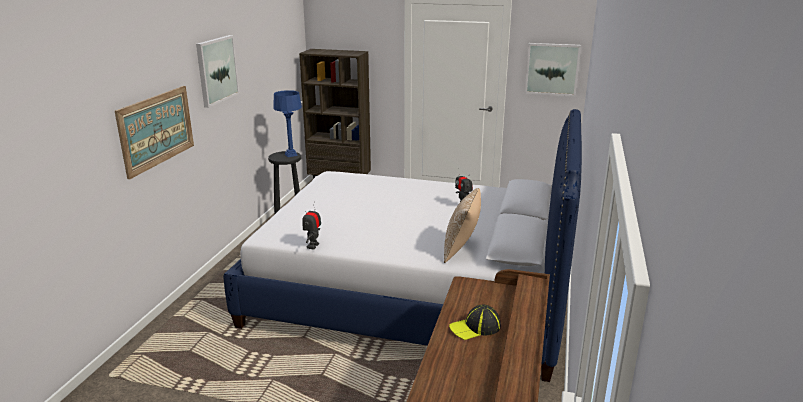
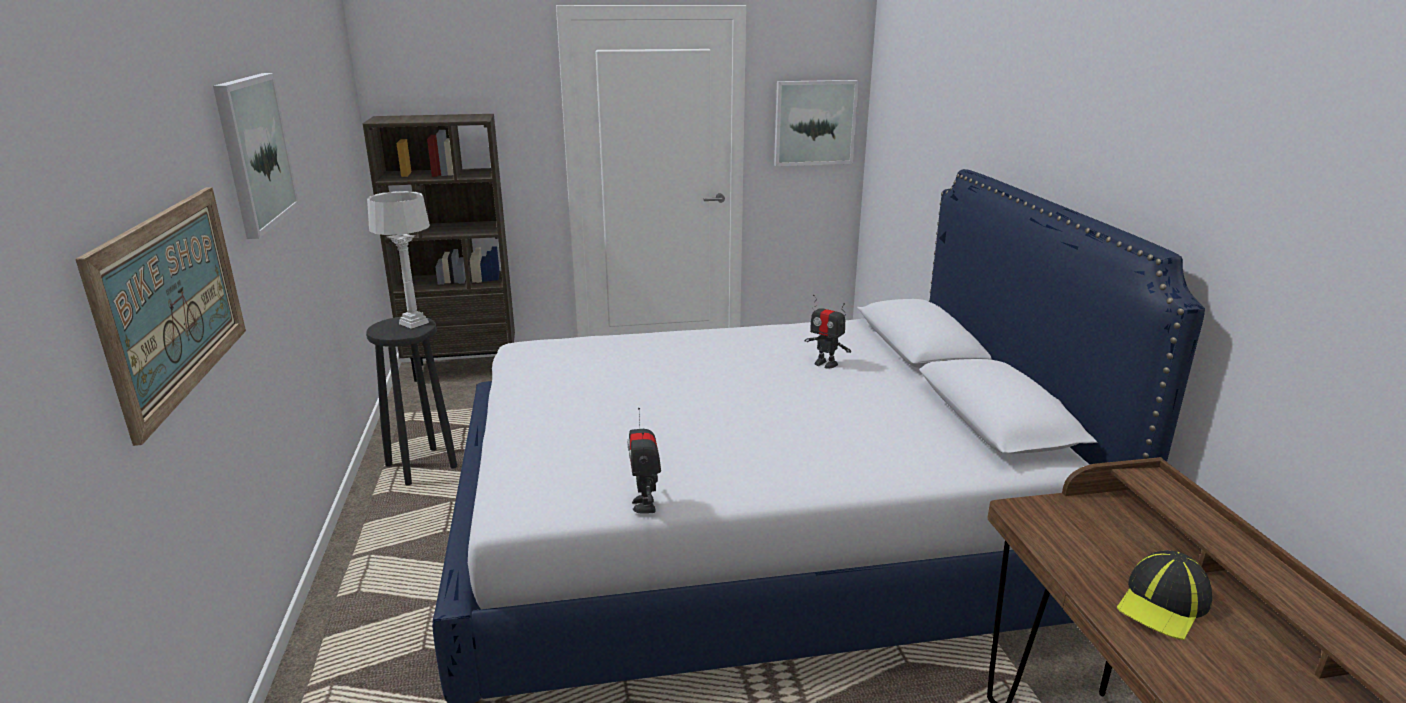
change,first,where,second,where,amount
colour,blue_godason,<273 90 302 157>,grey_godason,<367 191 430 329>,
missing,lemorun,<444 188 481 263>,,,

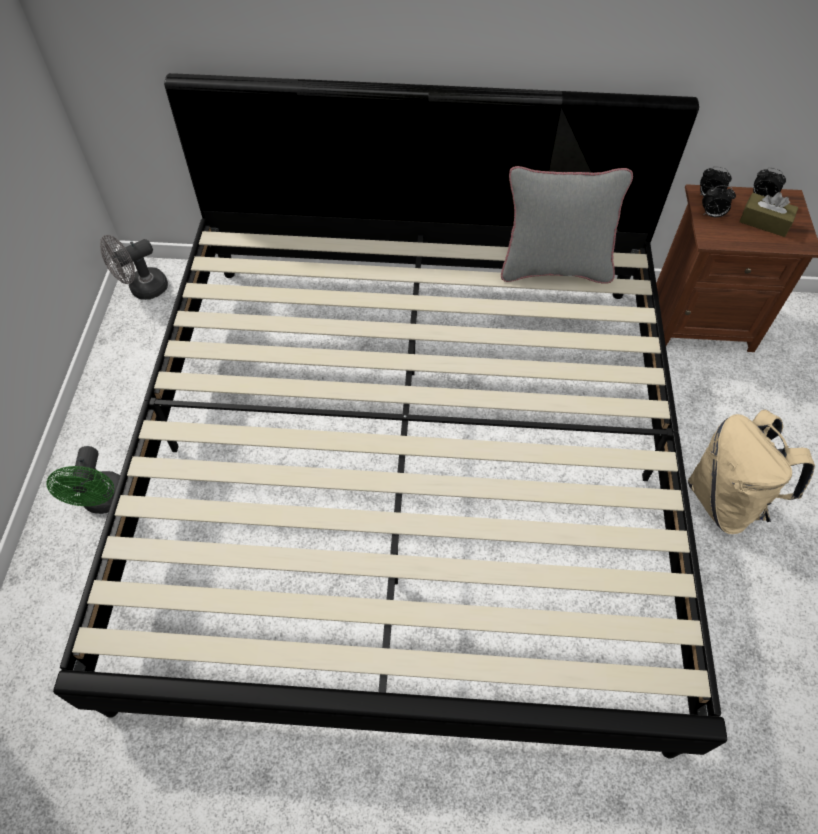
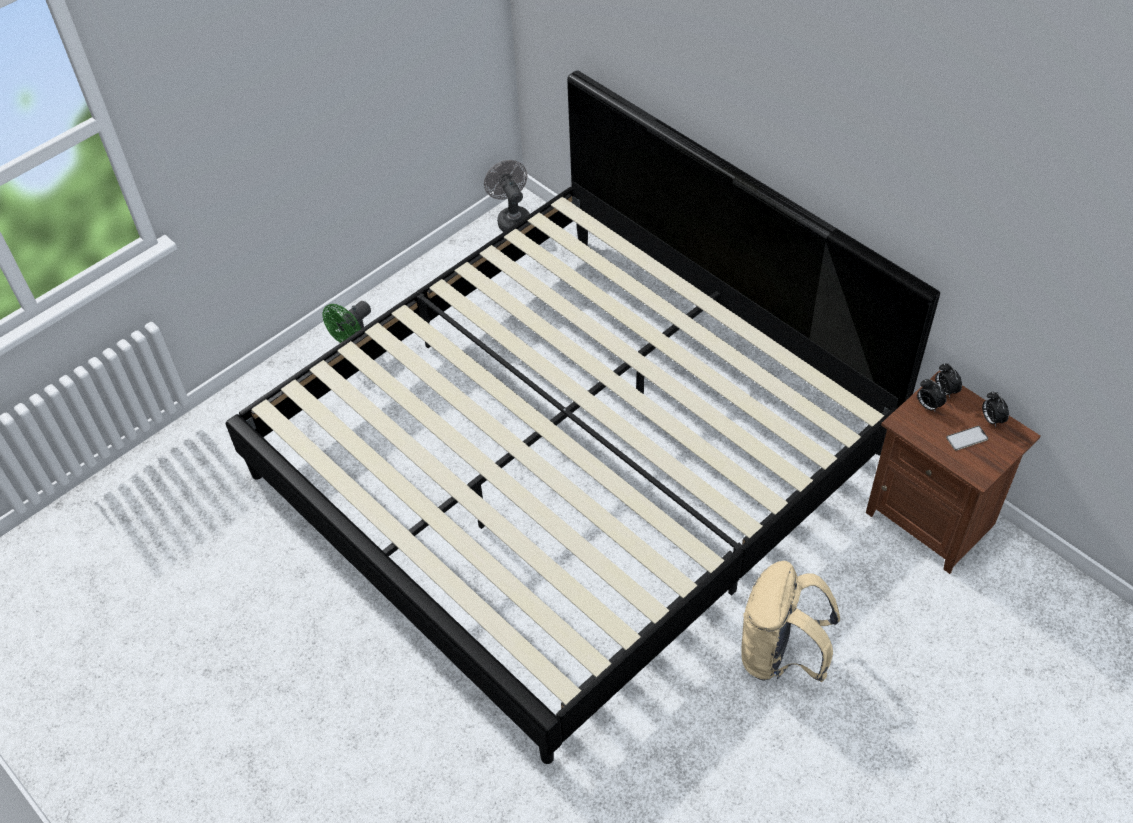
change,first,where,second,where,amount
spun,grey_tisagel,<100 235 168 300>,,<484 160 530 232>,60 degrees clockwise
exchanged,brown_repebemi,<739 192 798 237>,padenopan,<946 426 988 451>,
missing,grey_lemorun,<501 166 633 284>,,,

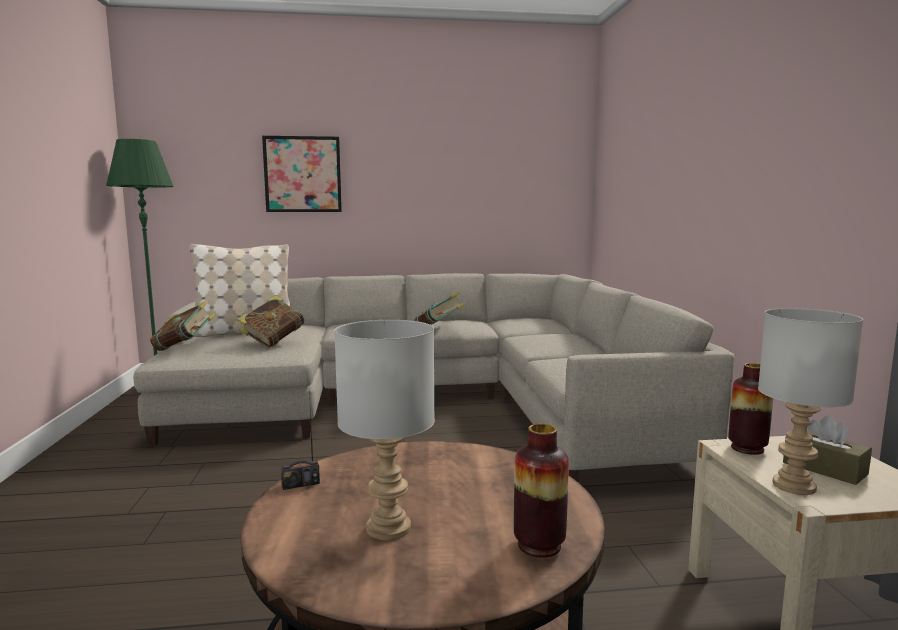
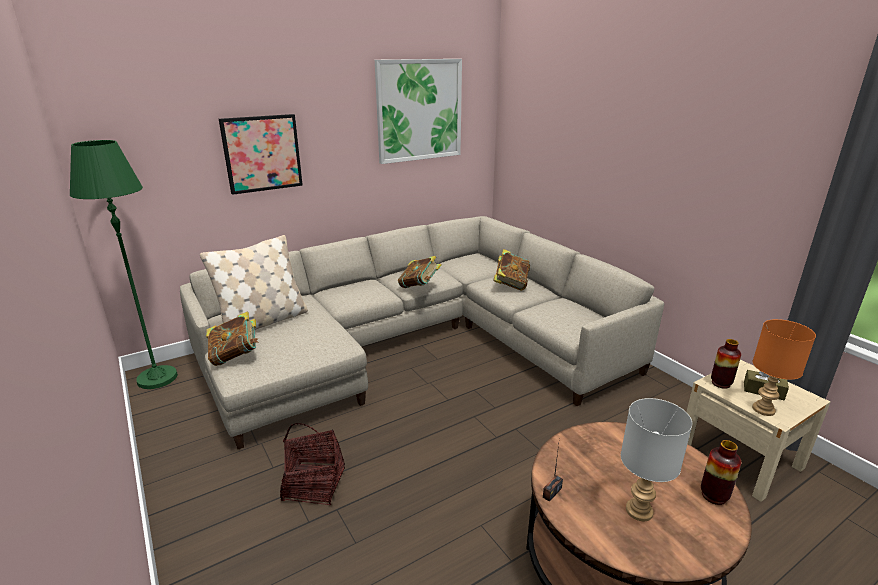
change,first,where,second,where,amount
appeared,,,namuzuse,<280 423 345 505>,
appeared,,,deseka,<375 59 462 164>,
relocated,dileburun,<237 295 304 348>,,<493 249 530 291>,
colour,grey_godason,<758 308 863 495>,orange_godason,<752 319 816 416>,

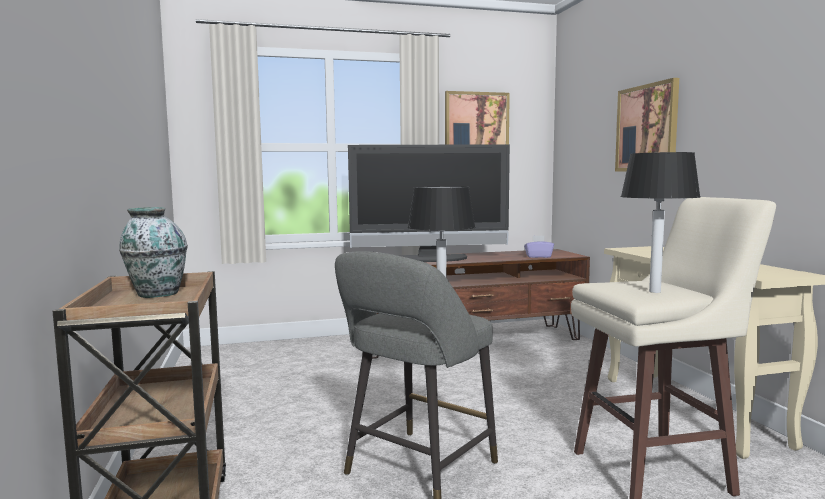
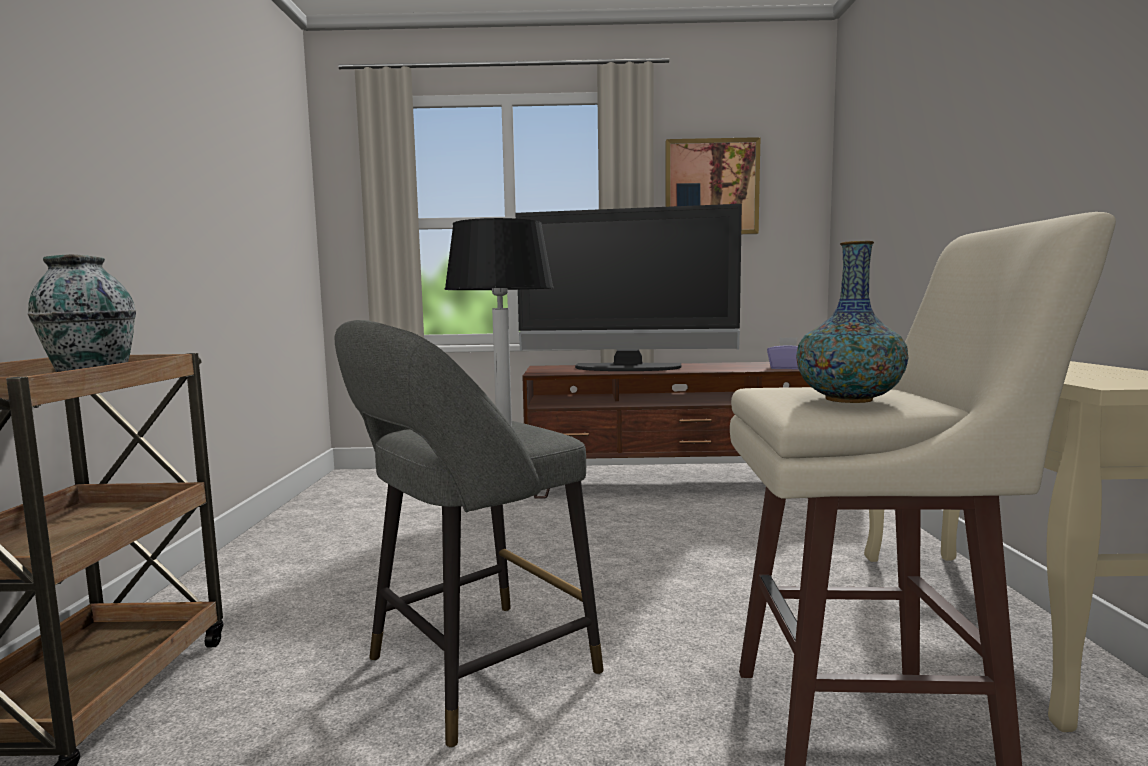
change,first,where,second,where,amount
exchanged,godason,<621 152 701 293>,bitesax,<796 241 909 403>,
missing,deseka,<615 78 679 172>,,,

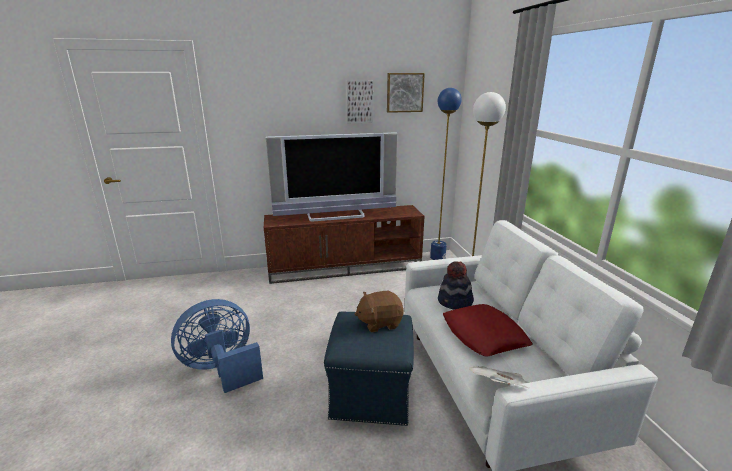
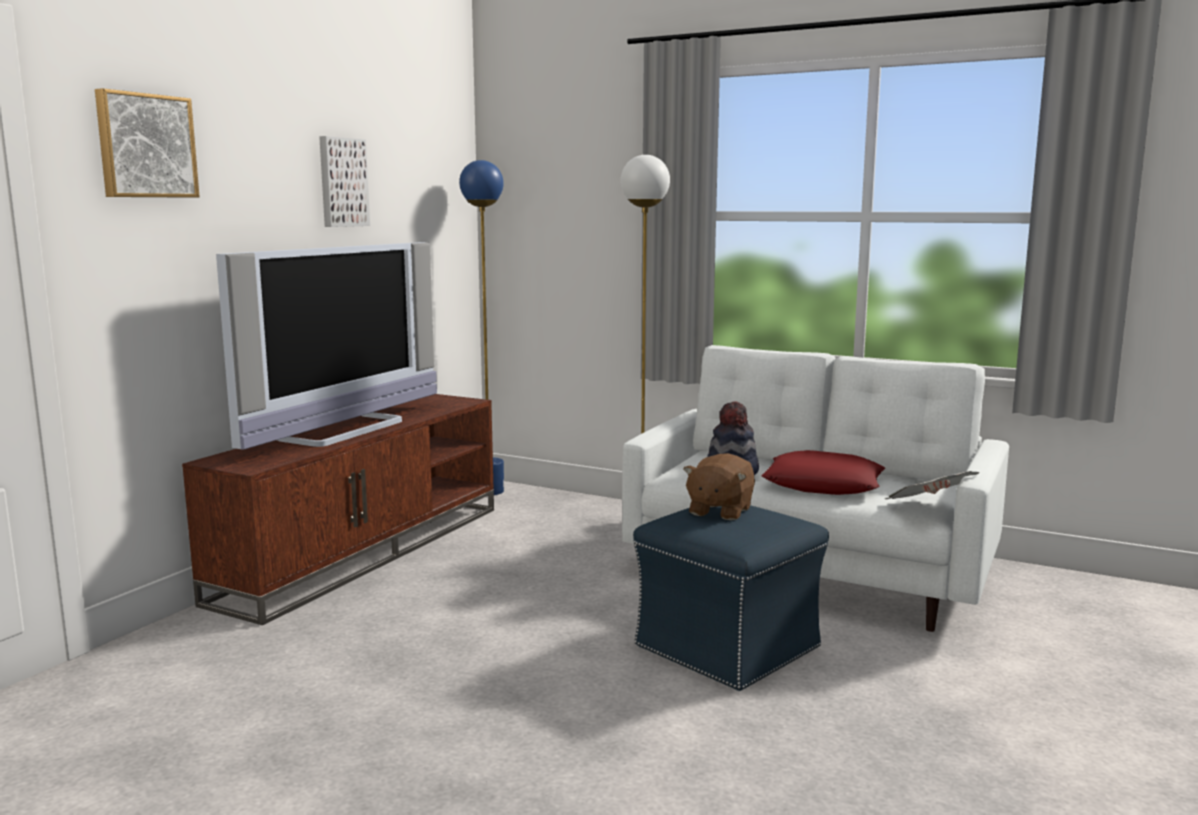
change,first,where,second,where,amount
relocated,deseka,<387 73 425 113>,,<95 88 200 198>,
missing,blue_tisagel,<171 299 263 393>,,,

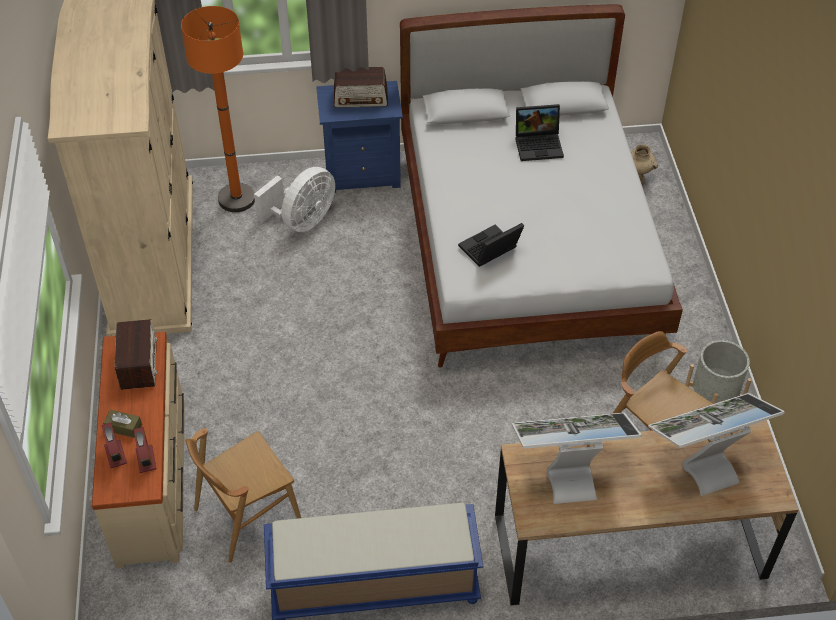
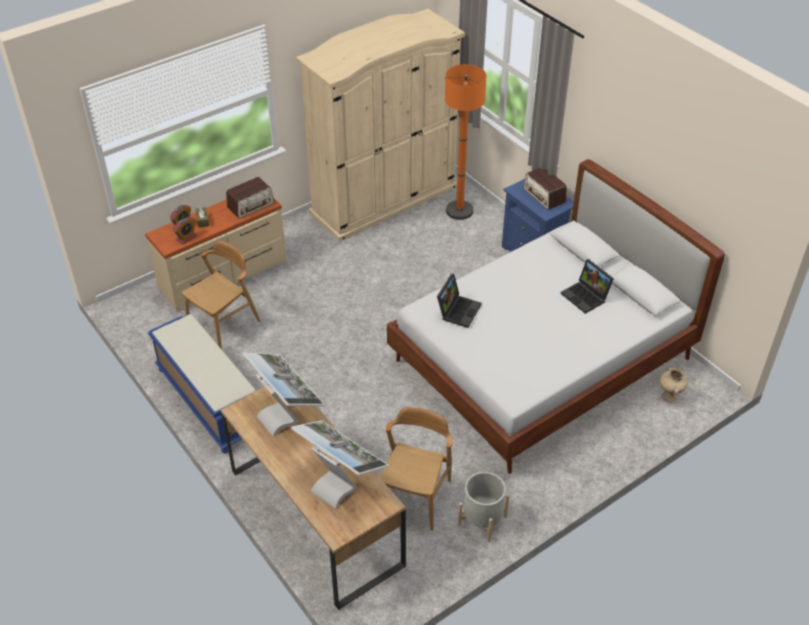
change,first,where,second,where,amount
spun,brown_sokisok,<186 428 301 563>,,<182 240 261 349>,105 degrees clockwise
spun,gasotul,<458 223 524 267>,,<437 274 482 328>,90 degrees clockwise
missing,white_tisagel,<254 167 335 232>,,,

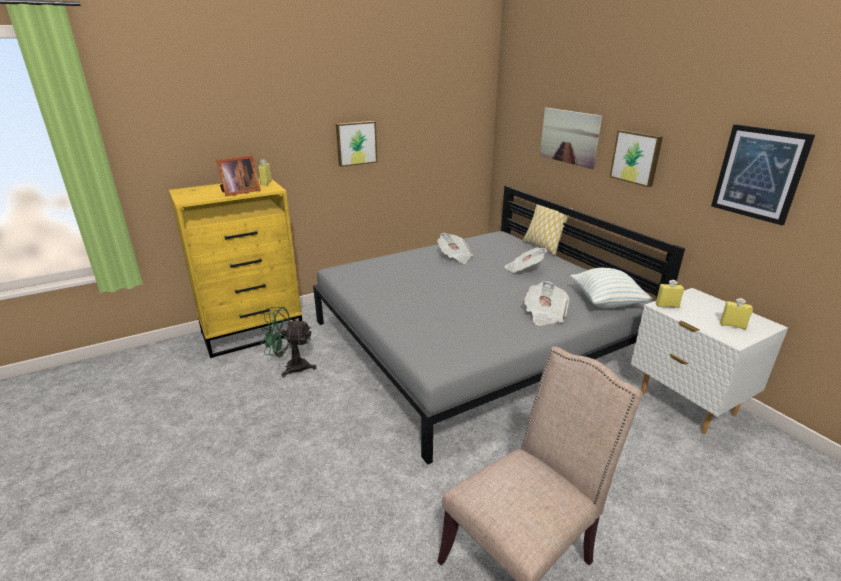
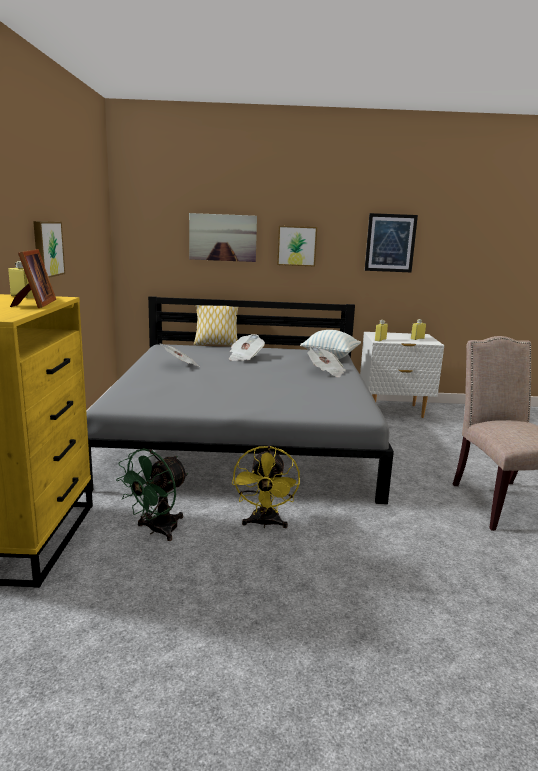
change,first,where,second,where,amount
appeared,,,yellow_tisagel,<232 446 300 528>,

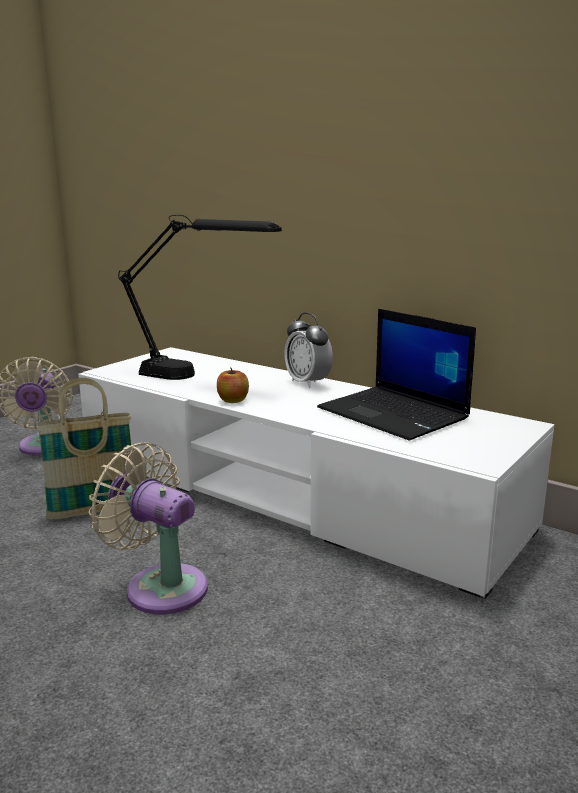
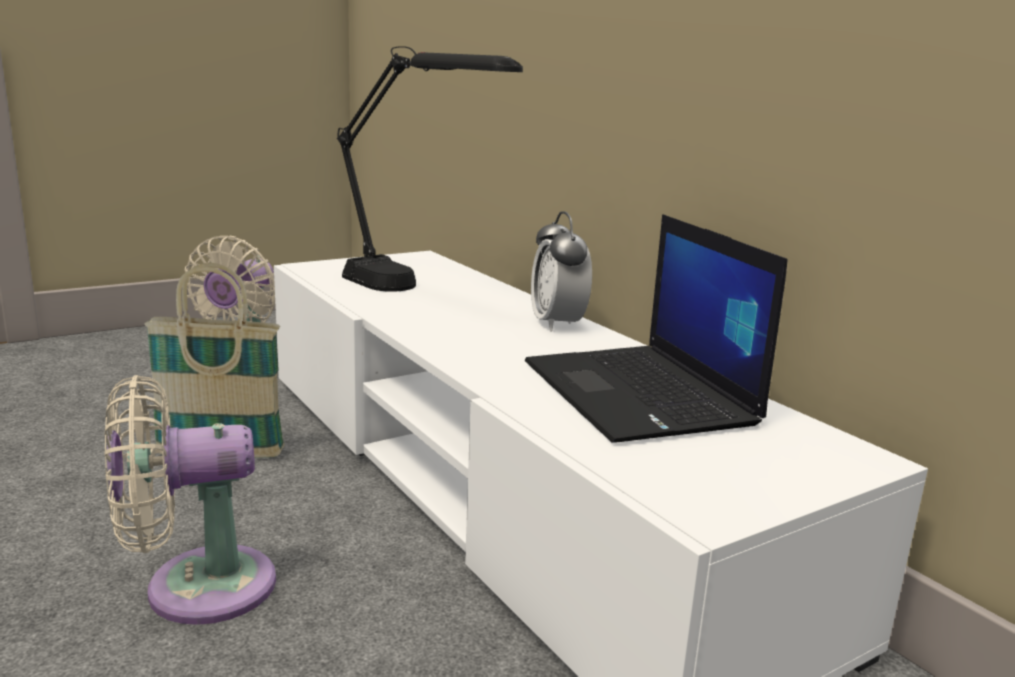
change,first,where,second,where,amount
spun,beige_tisagel,<89 442 208 614>,,<105 375 276 625>,75 degrees counterclockwise
missing,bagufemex,<217 367 249 403>,,,

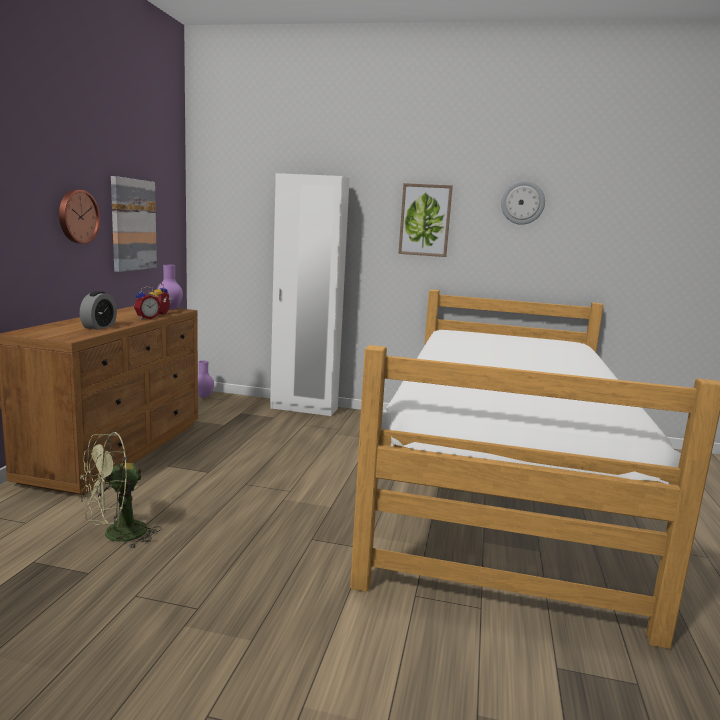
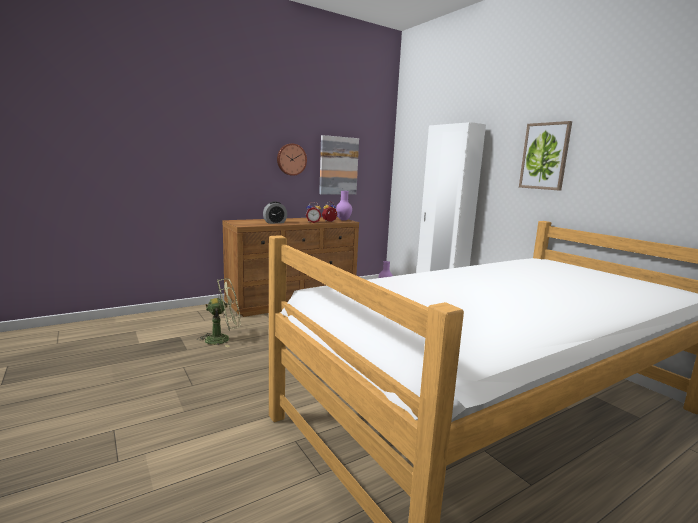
change,first,where,second,where,amount
spun,green_tisagel,<81 432 162 549>,,<197 278 240 347>,150 degrees clockwise
missing,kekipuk,<501 181 545 225>,,,

